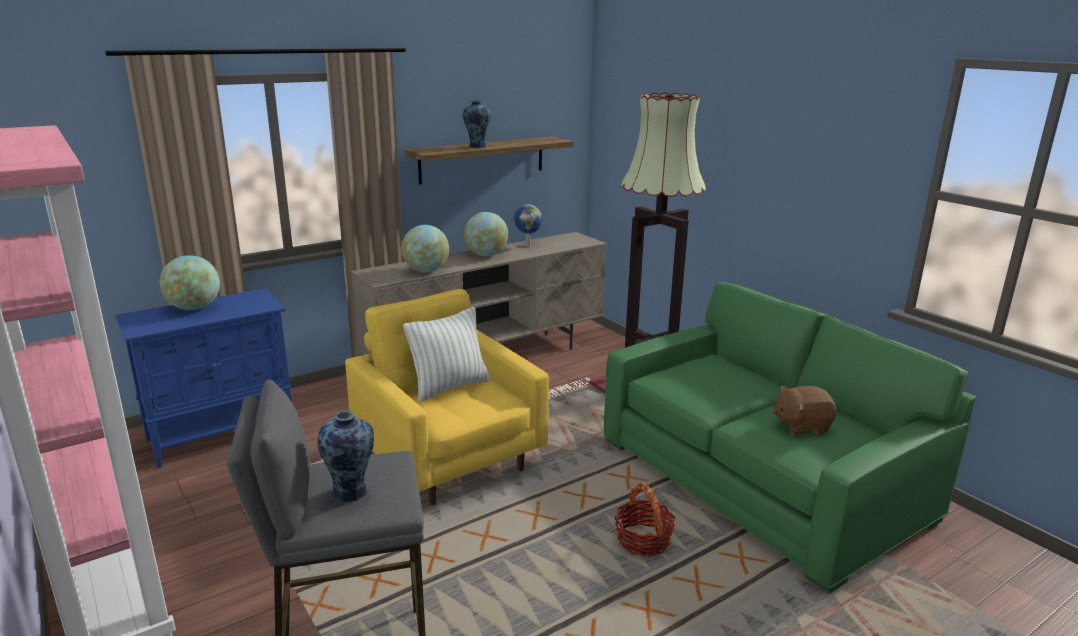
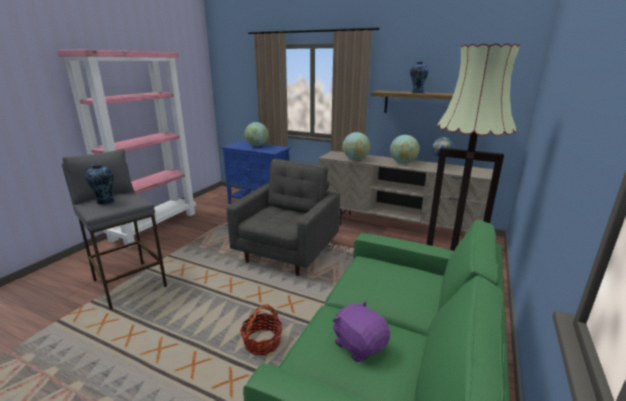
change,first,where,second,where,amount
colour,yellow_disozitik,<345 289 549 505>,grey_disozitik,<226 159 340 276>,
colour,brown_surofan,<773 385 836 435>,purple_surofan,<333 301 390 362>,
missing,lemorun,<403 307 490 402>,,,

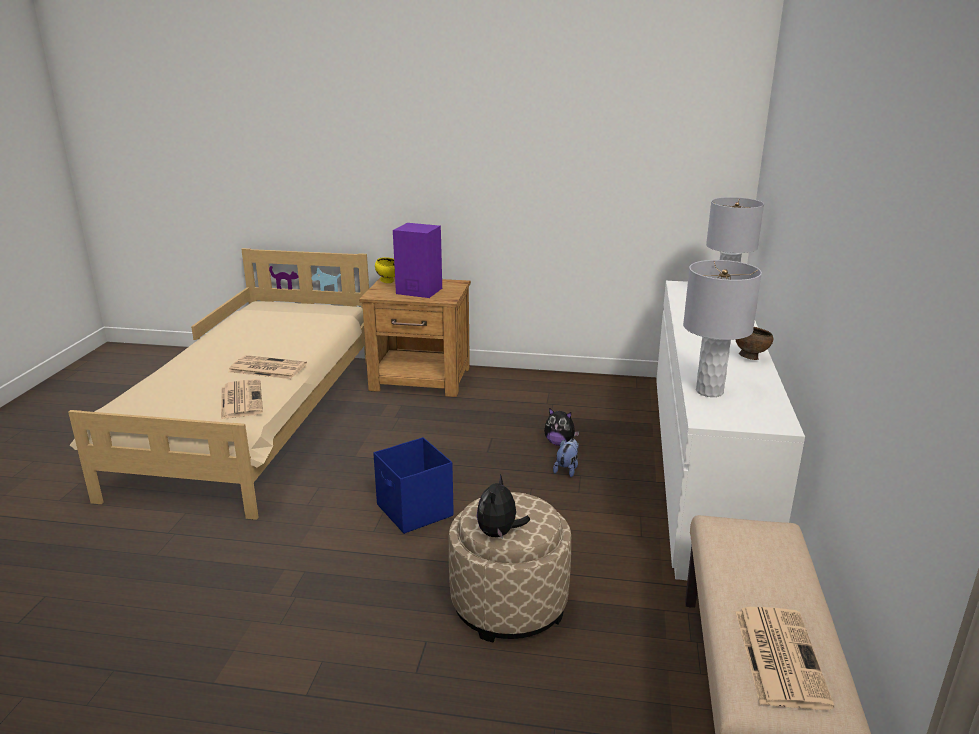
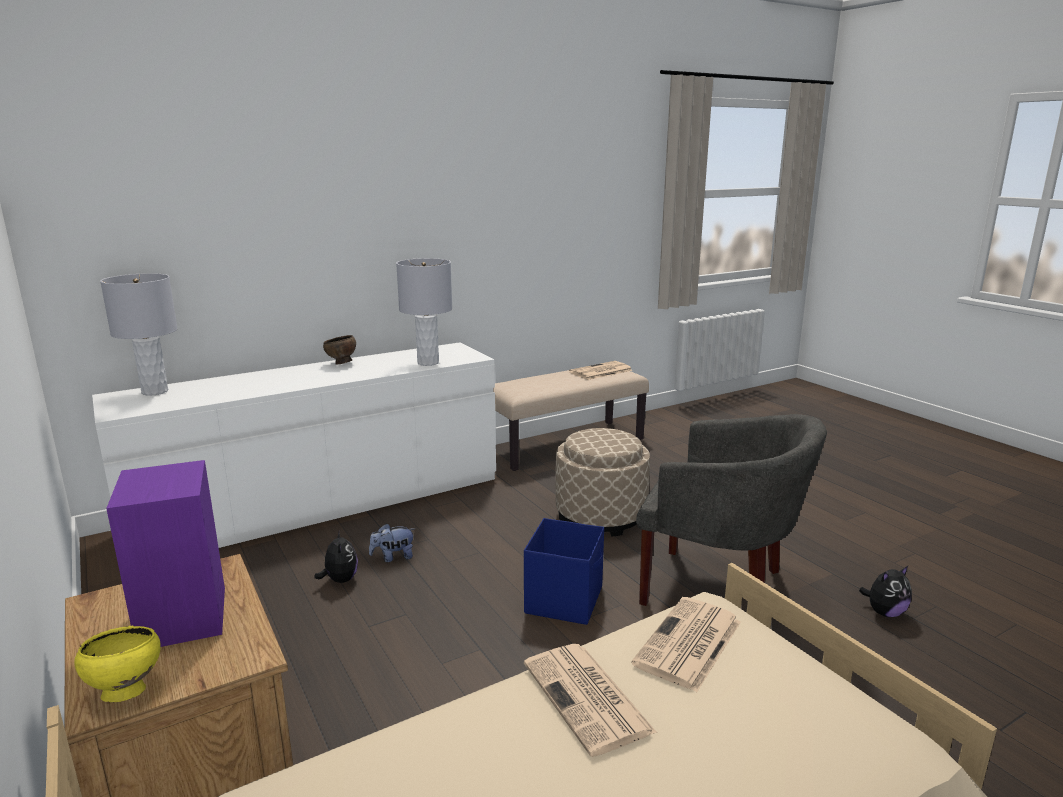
change,first,where,second,where,amount
appeared,,,grey_disozitik,<636 414 827 606>,
relocated,surofan,<477 474 530 539>,,<859 566 912 617>,

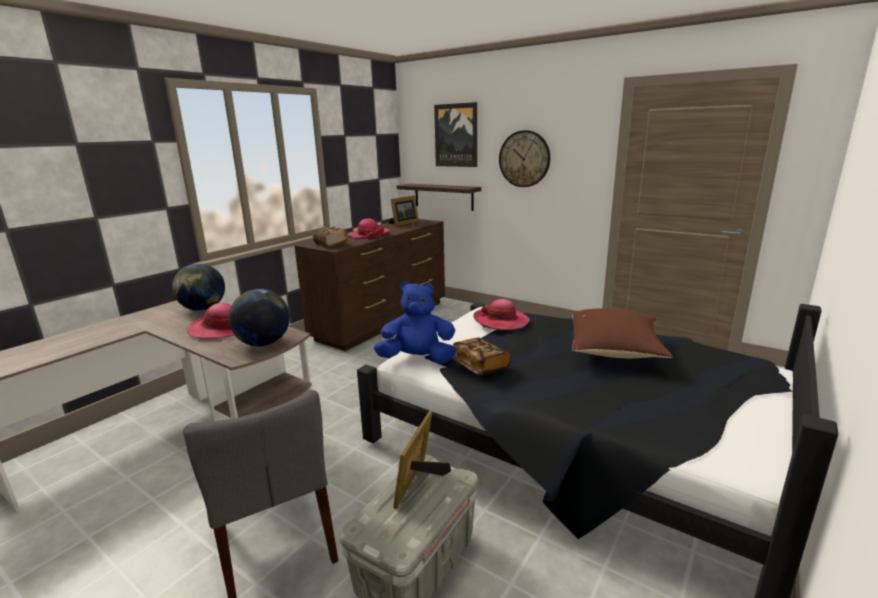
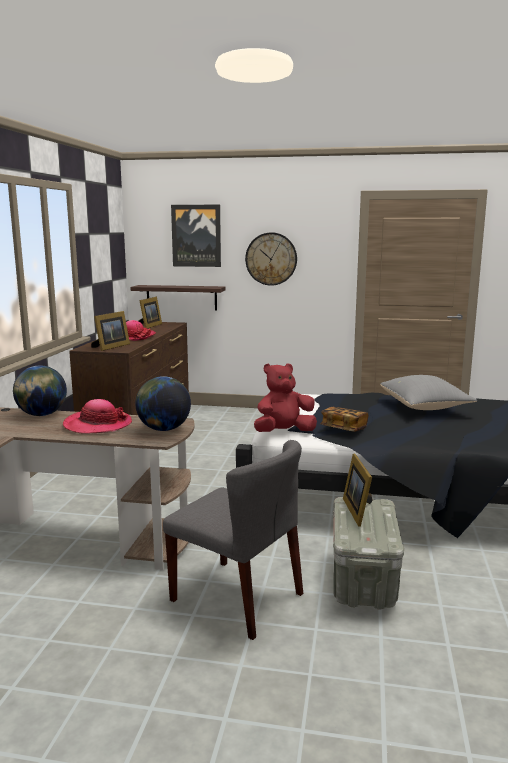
change,first,where,second,where,amount
exchanged,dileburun,<313 227 349 247>,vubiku,<91 311 130 351>,
colour,blue_surofan,<374 281 456 363>,red_surofan,<254 363 317 432>,
colour,brown_lemorun,<572 308 673 358>,grey_lemorun,<380 375 477 410>,
missing,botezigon,<473 299 530 330>,,,

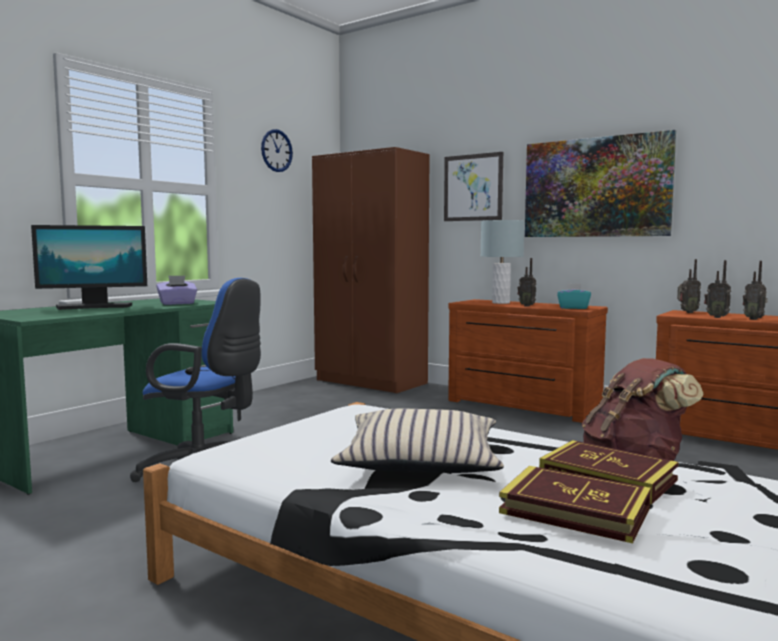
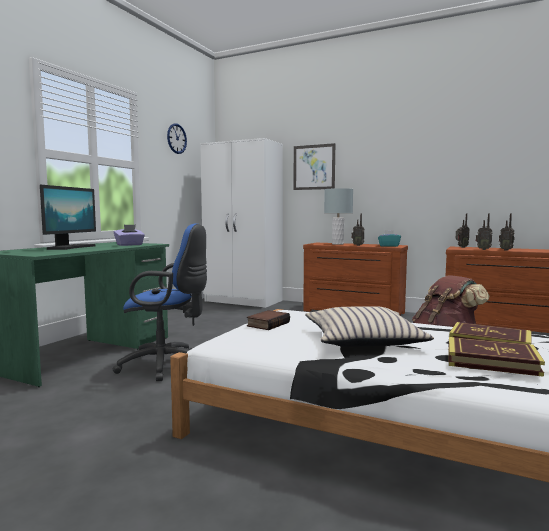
change,first,where,second,where,amount
spun,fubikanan,<31 225 147 310>,,<40 185 96 250>,45 degrees counterclockwise
colour,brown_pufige,<312 147 429 393>,white_pufige,<200 138 283 308>,
appeared,,,dileburun,<247 310 290 330>,
missing,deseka,<525 130 676 237>,,,

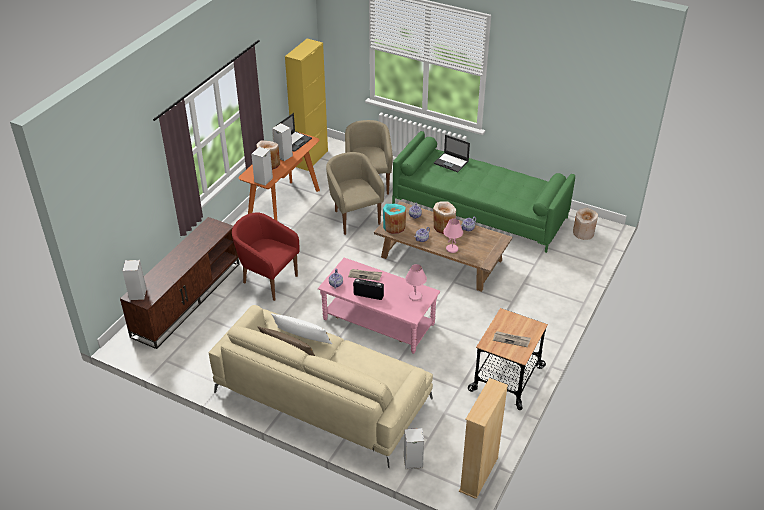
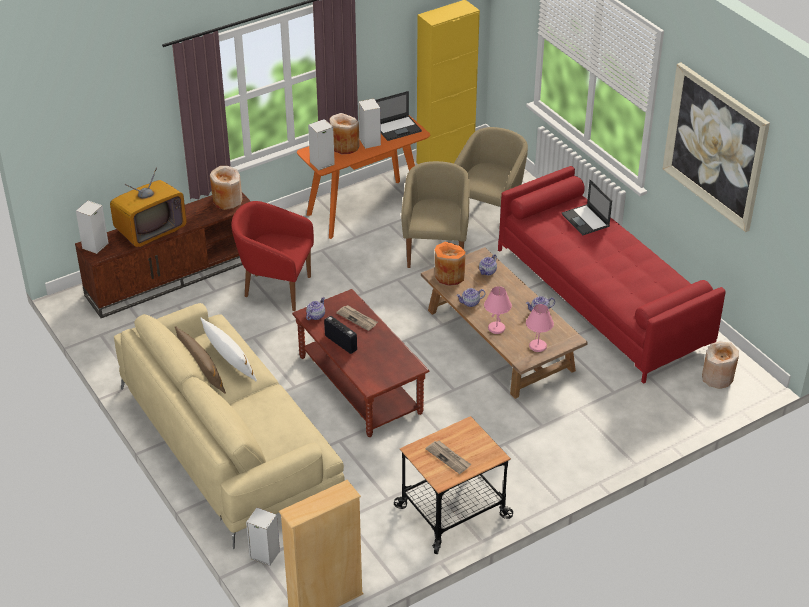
change,first,where,second,where,amount
appeared,,,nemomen,<110 167 187 247>,
relocated,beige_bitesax,<433 201 456 234>,,<210 166 243 210>,
spun,red_disozitik,<232 212 299 301>,,<231 201 314 311>,45 degrees counterclockwise
colour,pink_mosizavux,<318 258 440 354>,brown_mosizavux,<292 289 430 437>,
colour,turquoise_bitesax,<383 204 406 234>,orange_bitesax,<435 242 466 286>,
colour,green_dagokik,<392 131 575 253>,red_dagokik,<498 166 726 384>,
relocated,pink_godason,<405 264 427 301>,,<526 304 554 352>,
appeared,,,deseka,<662 63 770 232>,

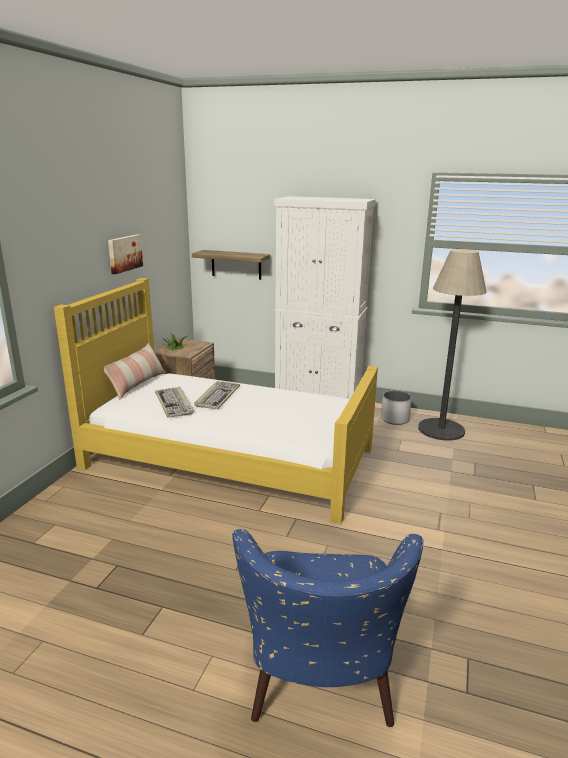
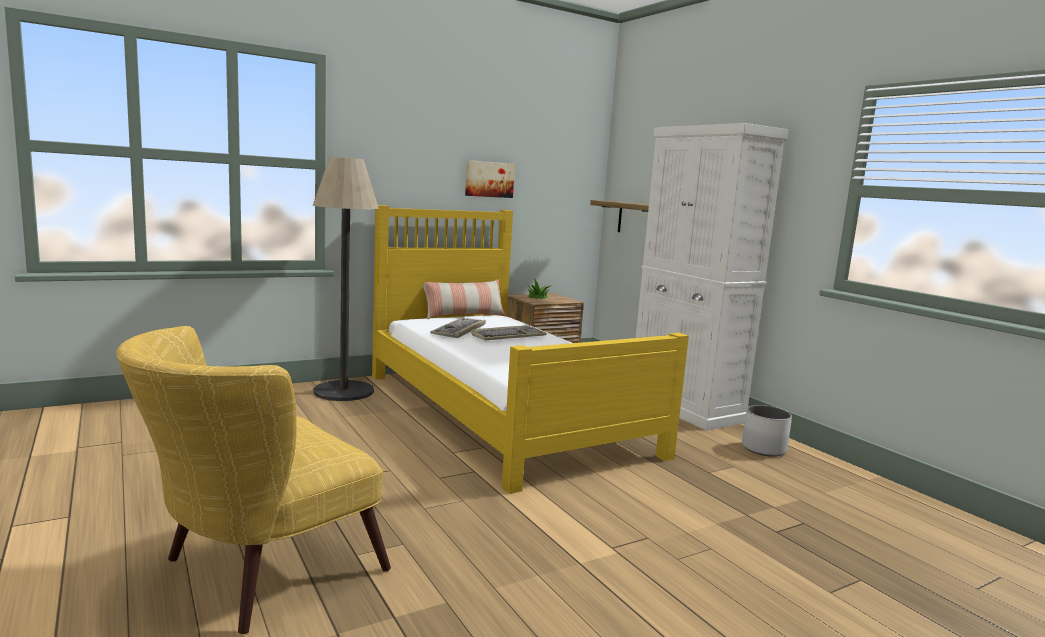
change,first,where,second,where,amount
colour,blue_disozitik,<232 529 423 727>,yellow_disozitik,<116 326 391 634>,
relocated,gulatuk,<418 249 487 441>,,<313 157 379 401>,

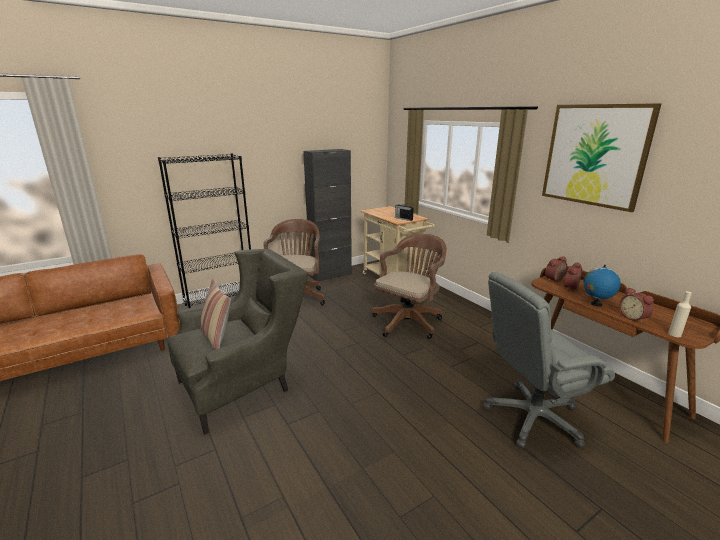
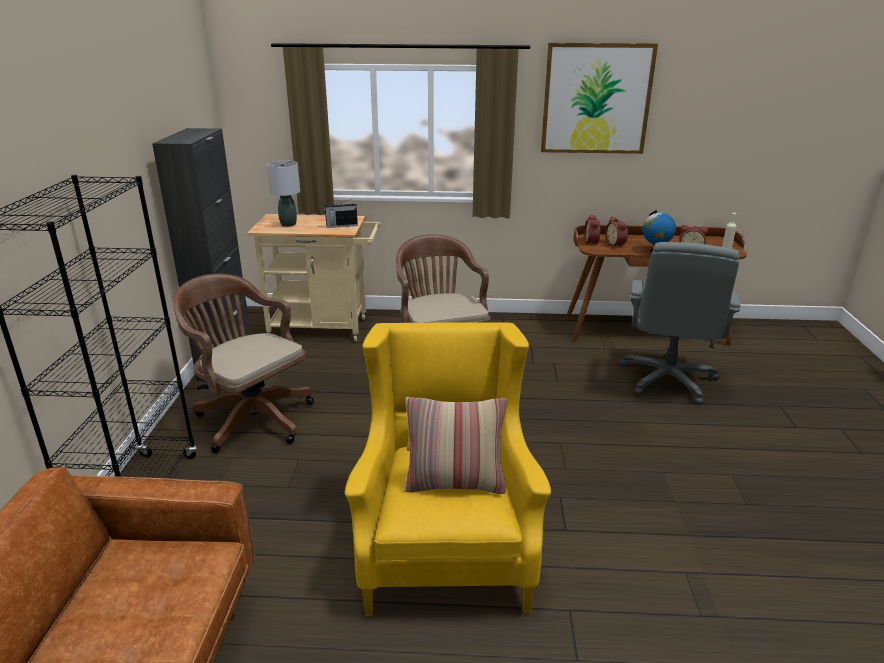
change,first,where,second,where,amount
appeared,,,grey_godason,<267 160 300 227>,
colour,grey_disozitik,<167 249 308 435>,yellow_disozitik,<345 322 551 616>,

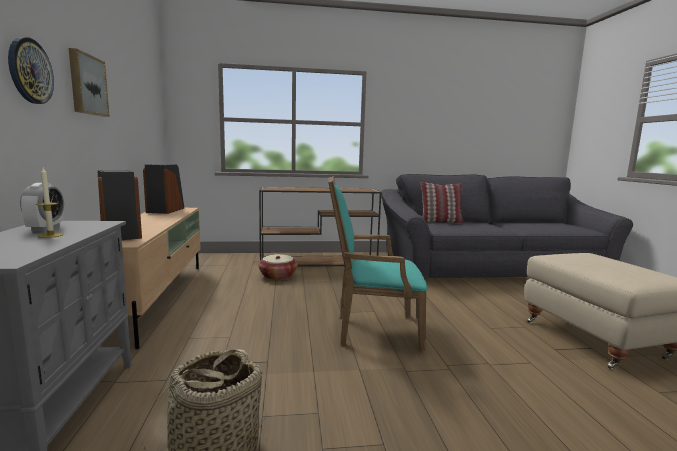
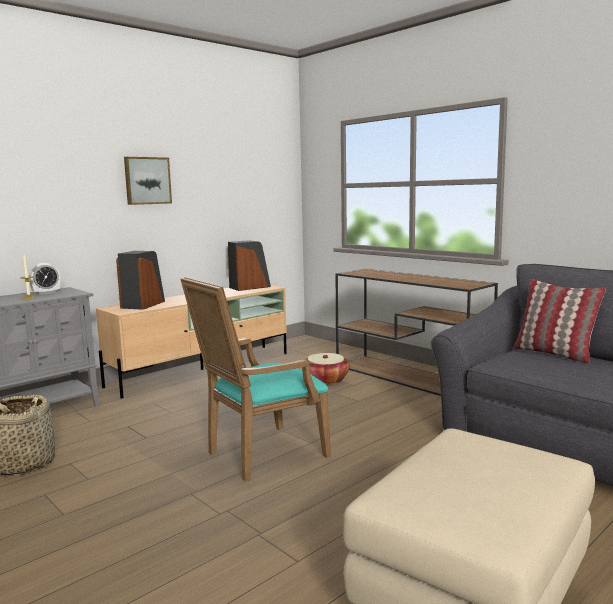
change,first,where,second,where,amount
spun,turquoise_disozitik,<328 177 428 351>,,<180 277 331 482>,90 degrees counterclockwise
missing,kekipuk,<8 37 54 104>,,,

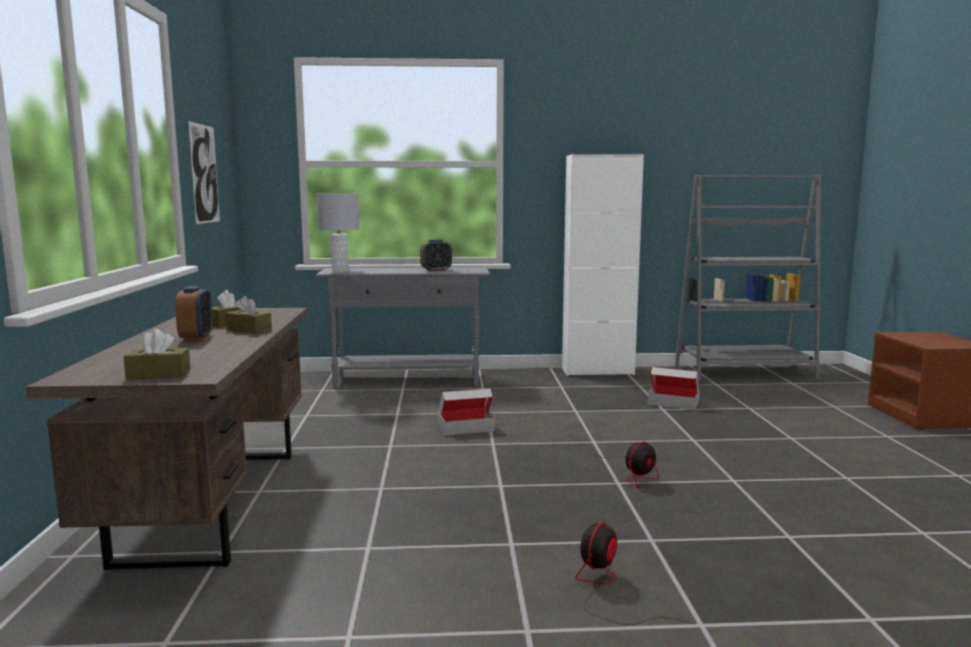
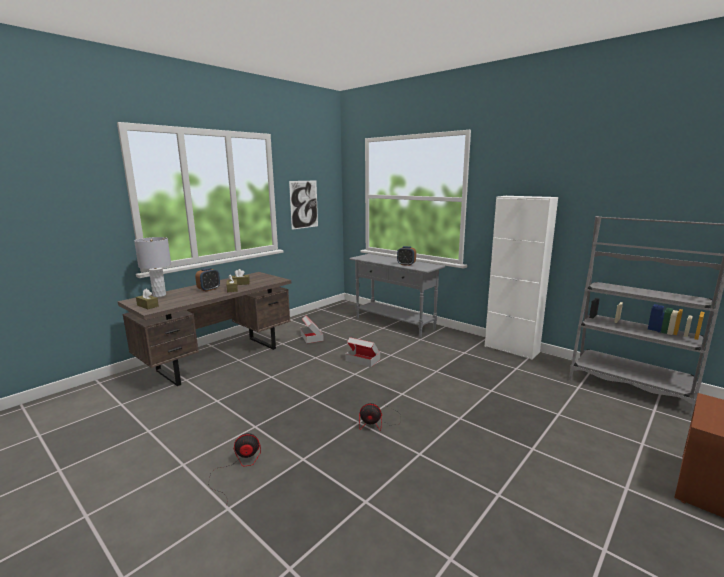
change,first,where,second,where,amount
relocated,grey_godason,<317 193 359 273>,,<134 237 171 297>,
relocated,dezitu,<648 367 700 410>,,<300 316 324 343>,

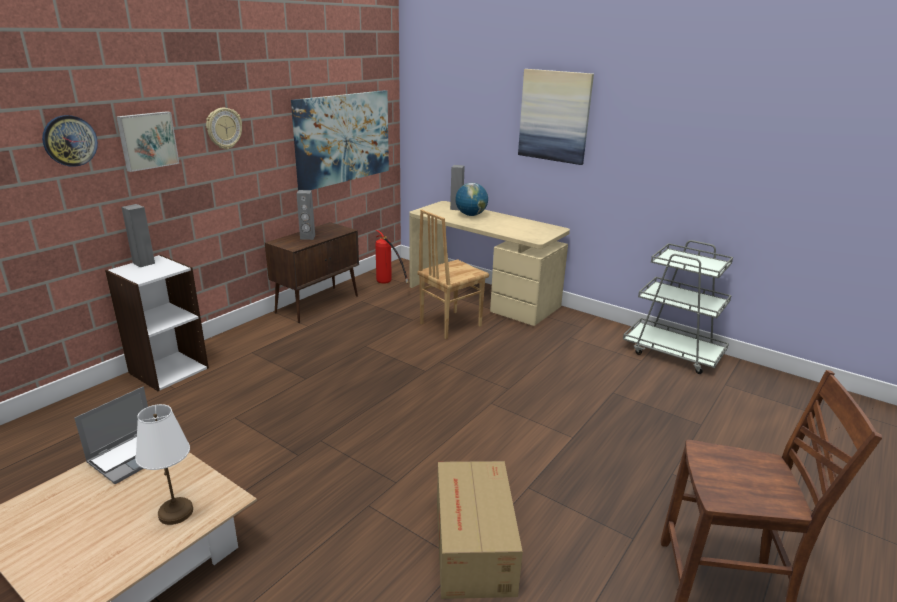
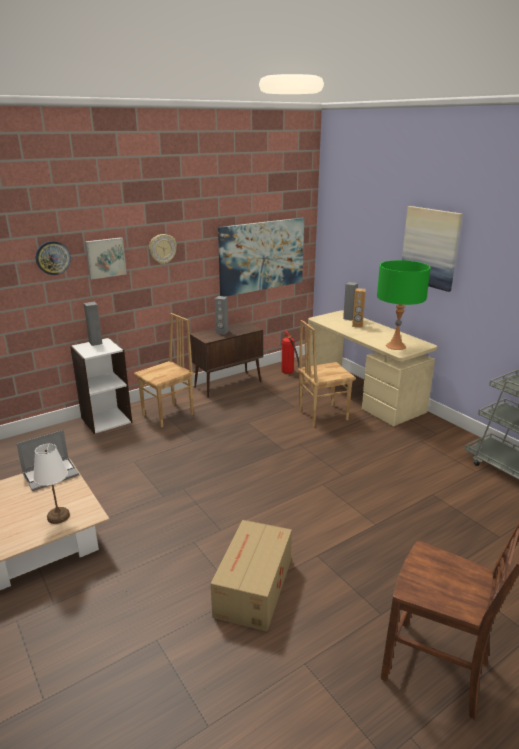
change,first,where,second,where,amount
appeared,,,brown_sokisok,<134 313 194 428>,
exchanged,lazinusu,<455 183 488 216>,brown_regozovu,<352 288 366 328>,
appeared,,,green_godason,<377 260 431 350>,

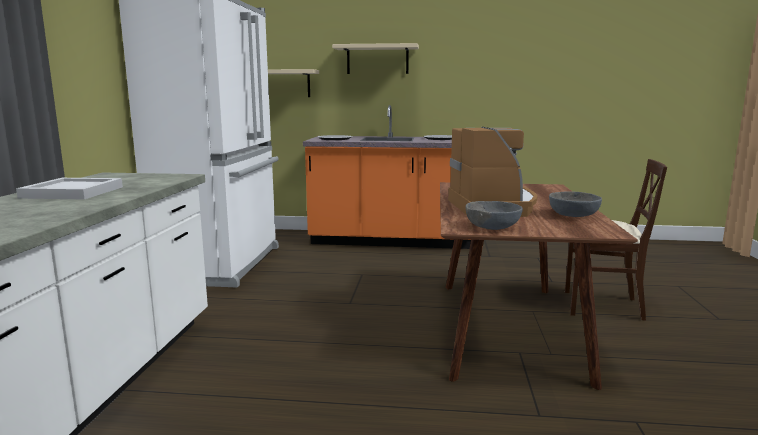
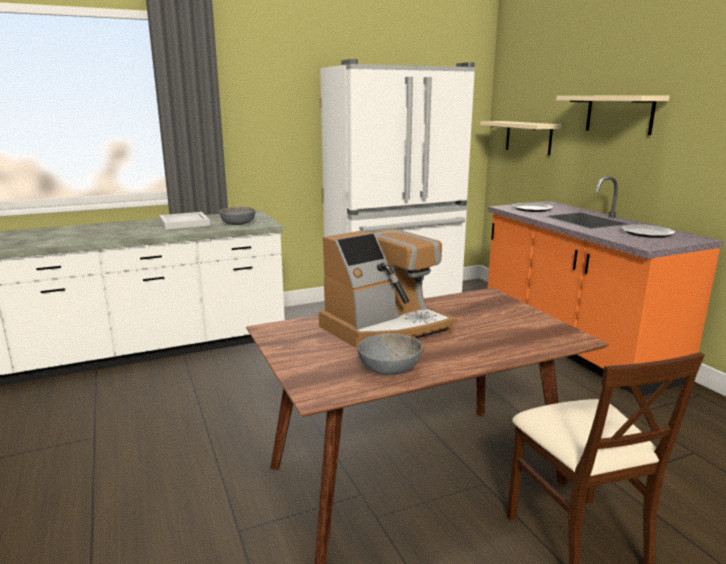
change,first,where,second,where,amount
relocated,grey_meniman,<466 201 523 230>,,<219 207 255 225>,

